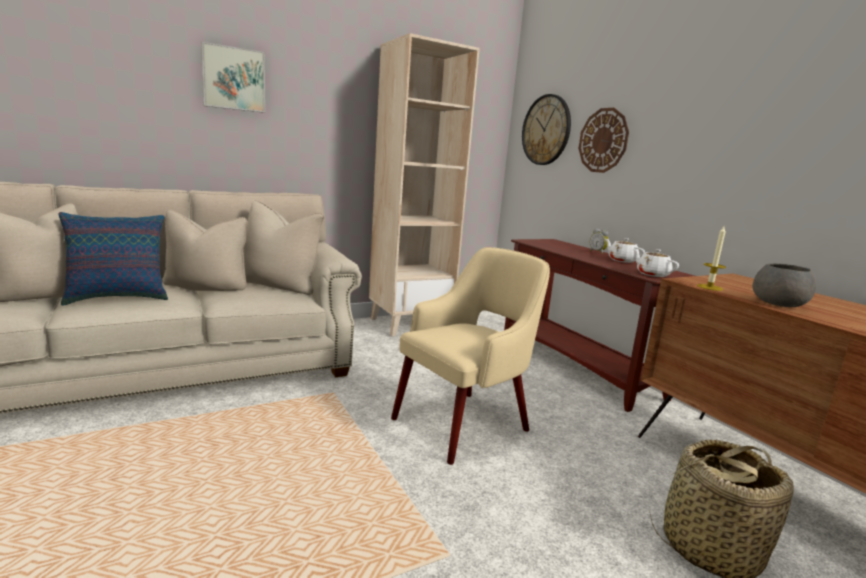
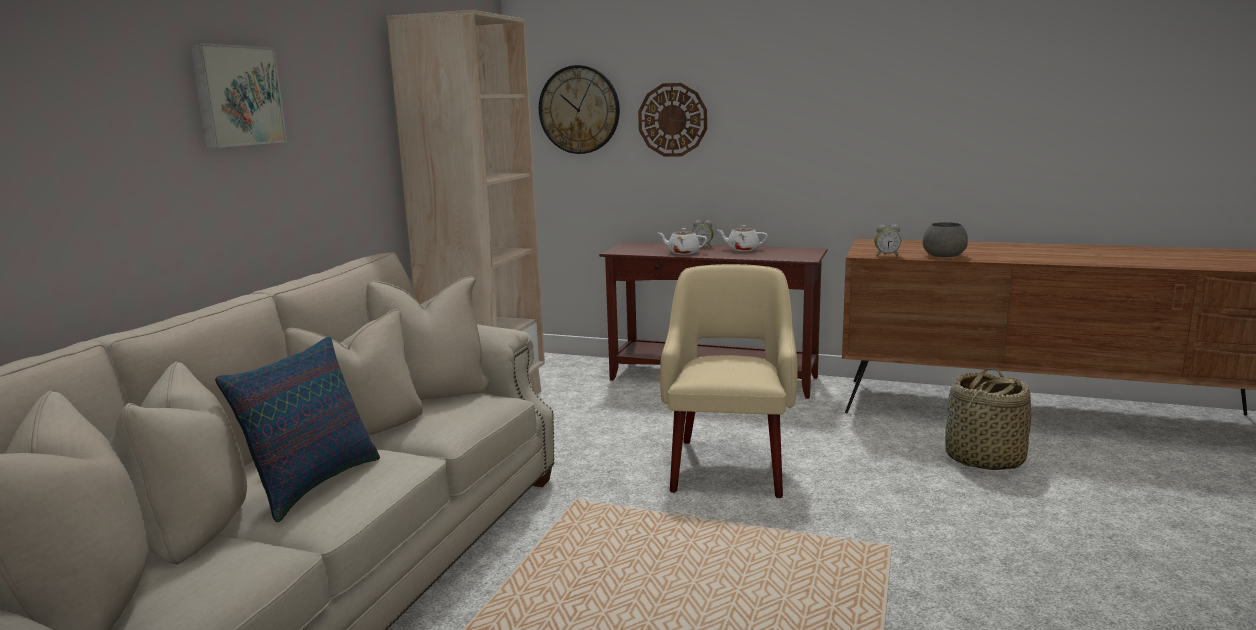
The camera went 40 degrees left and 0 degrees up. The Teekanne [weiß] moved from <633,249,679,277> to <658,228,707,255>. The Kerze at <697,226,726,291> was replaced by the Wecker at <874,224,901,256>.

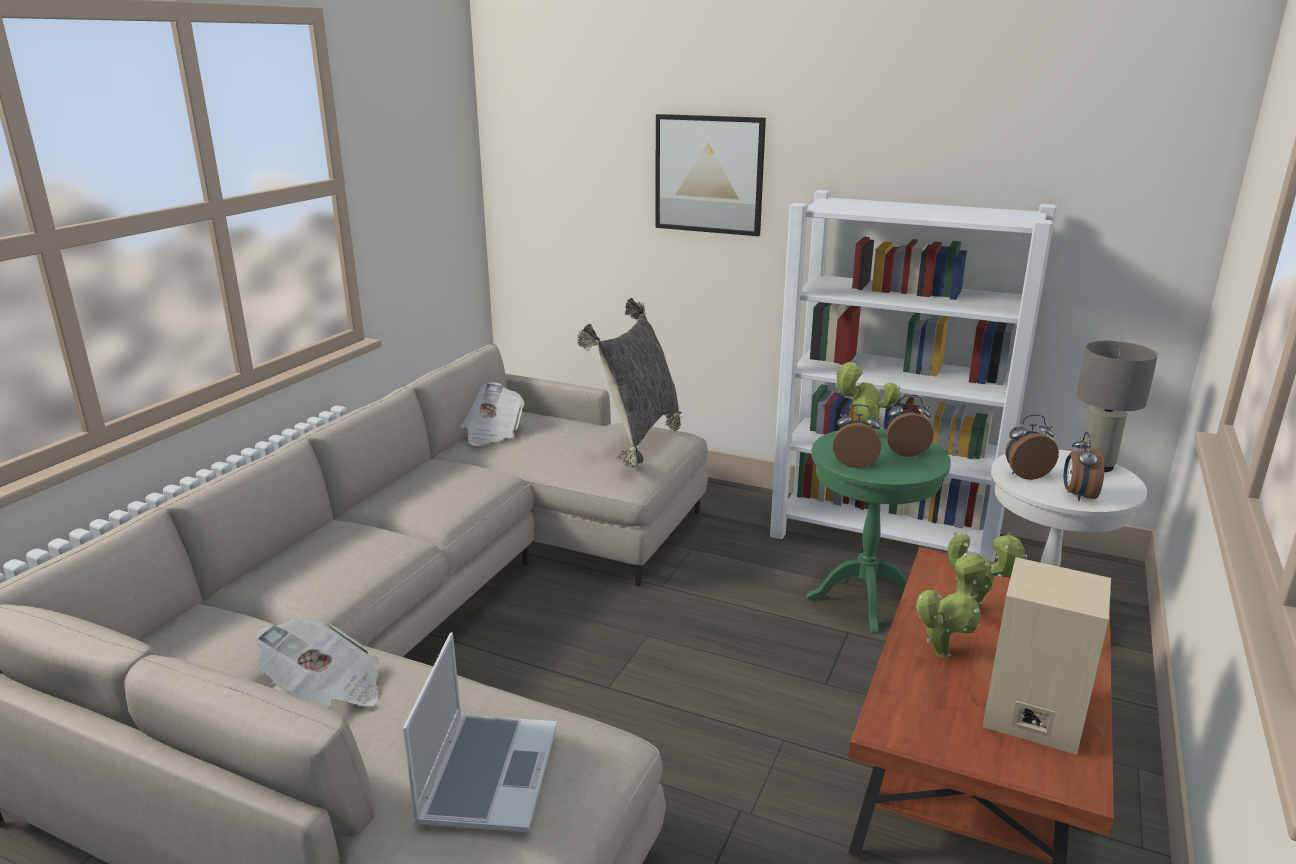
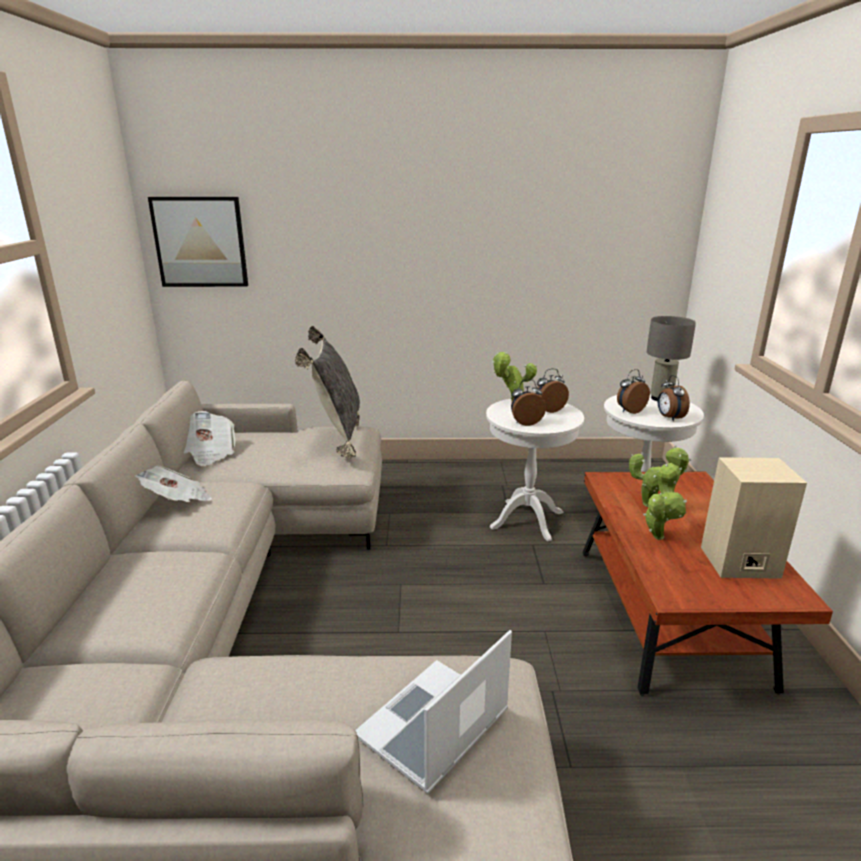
The camera went 25 degrees left and 0 degrees up. The Bücherregal [weiß] at <770,190,1057,562> disappeared. The Zeitung moved from <256,618,379,707> to <135,465,213,502>. The Bild moved from <655,114,766,236> to <148,197,248,287>. The Beistelltisch [grün] at <806,428,951,634> became the Beistelltisch [weiß] at <486,399,584,541>. The Laptop at <403,632,557,832> turned 120 degrees counterclockwise.

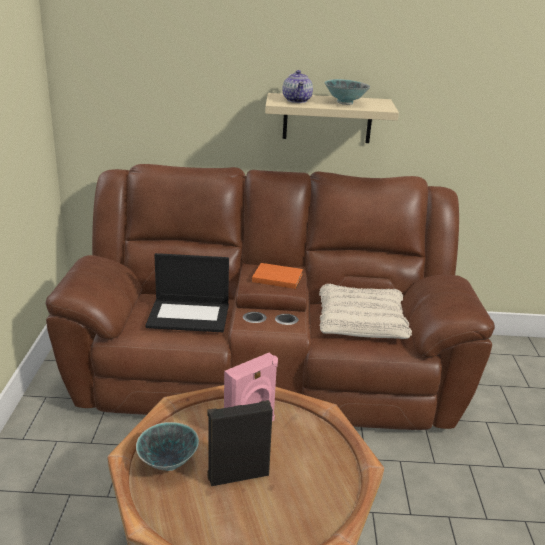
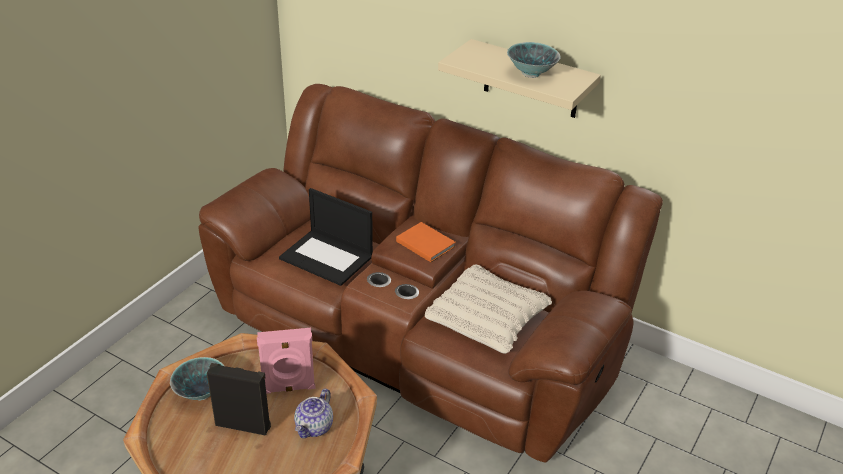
The camera went 30 degrees right and 10 degrees up. The Teekanne moved from <283,70,313,103> to <294,389,333,438>.

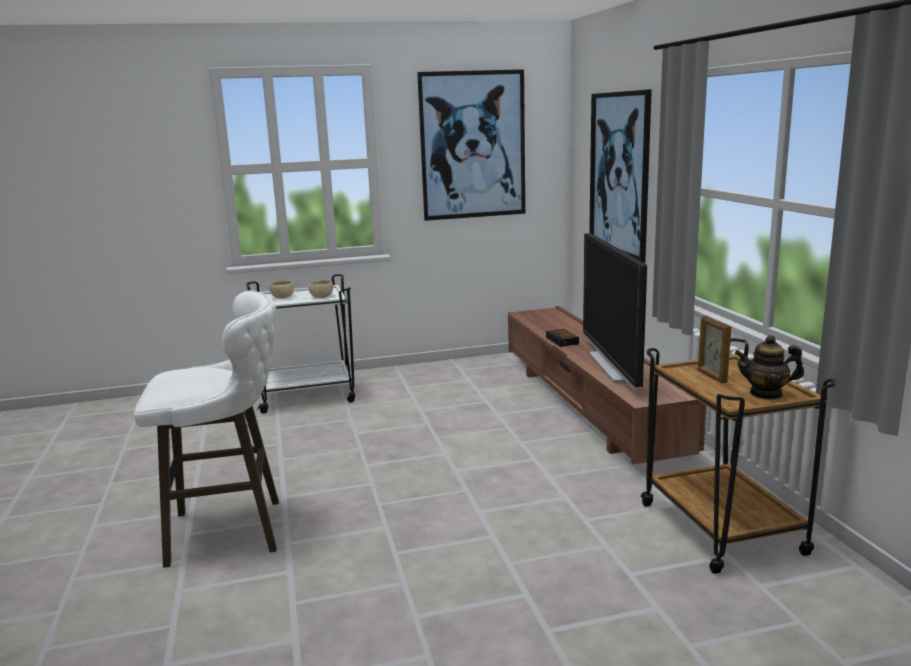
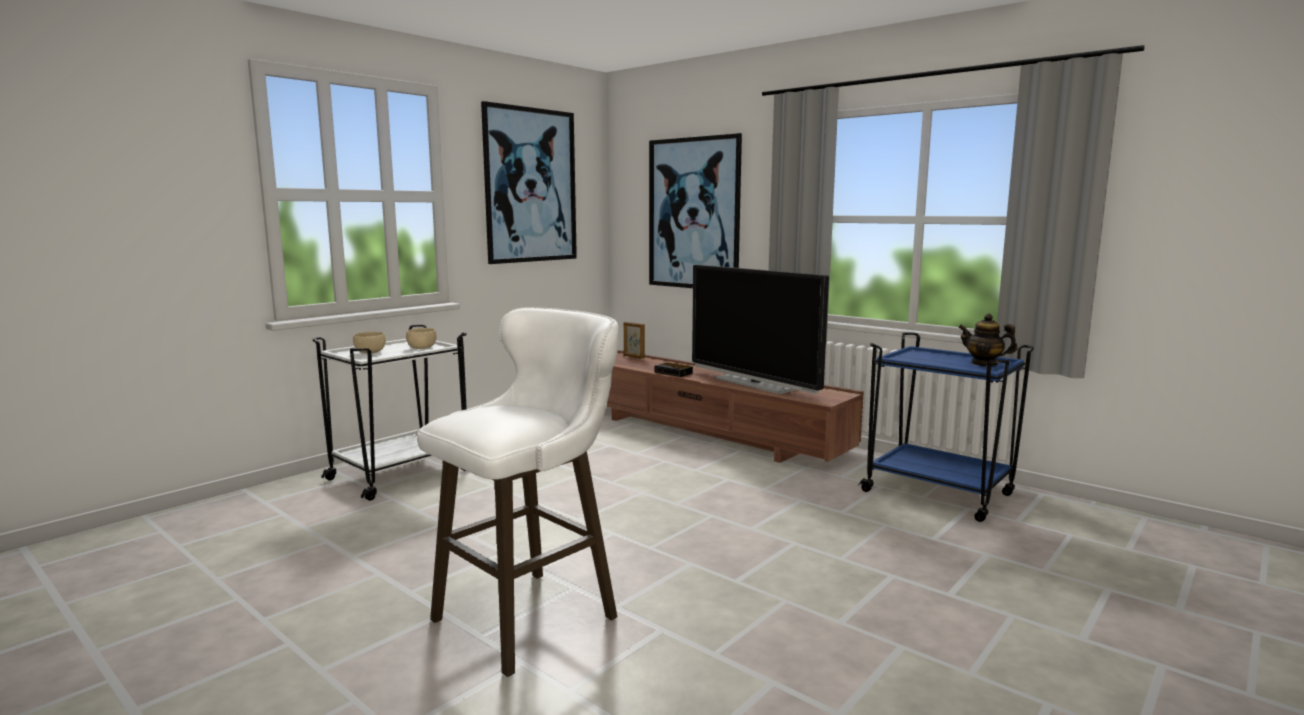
The camera went 35 degrees left and 5 degrees down. The Bilderrahmen moved from <698,316,731,383> to <624,322,645,359>. The Rollwagen [braun] at <641,338,836,574> became the Rollwagen [blau] at <858,333,1034,522>. The Teekanne at <735,335,804,400> turned 60 degrees clockwise.

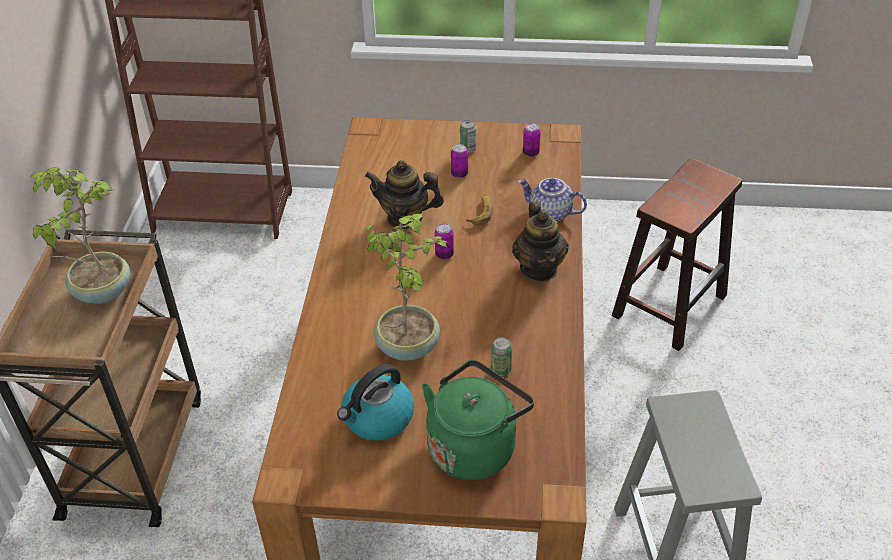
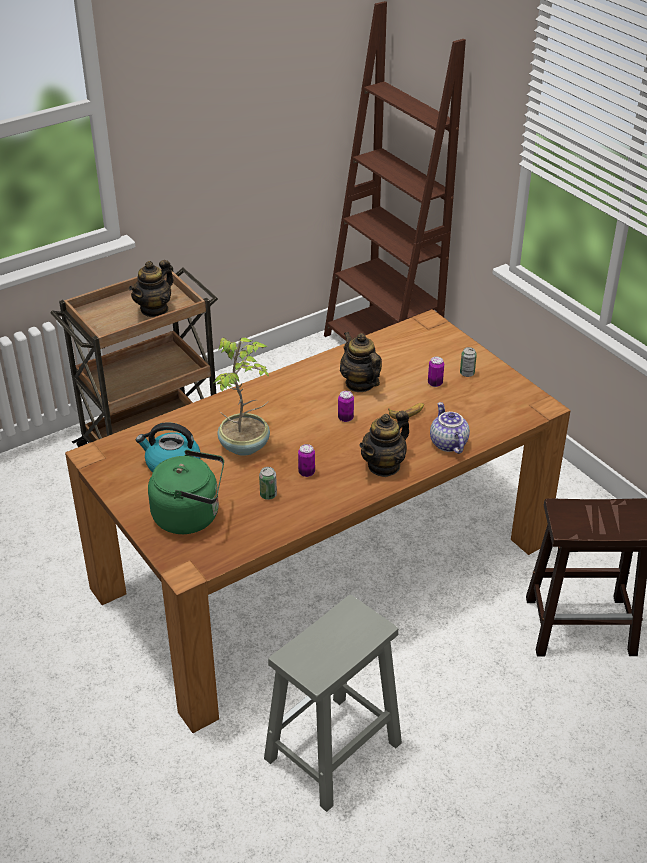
The camera went 50 degrees right and 5 degrees down. The Dose moved from <523,123,541,157> to <298,444,315,477>. The Topfpflanze at <30,167,130,304> was replaced by the Teekanne at <129,260,174,317>.

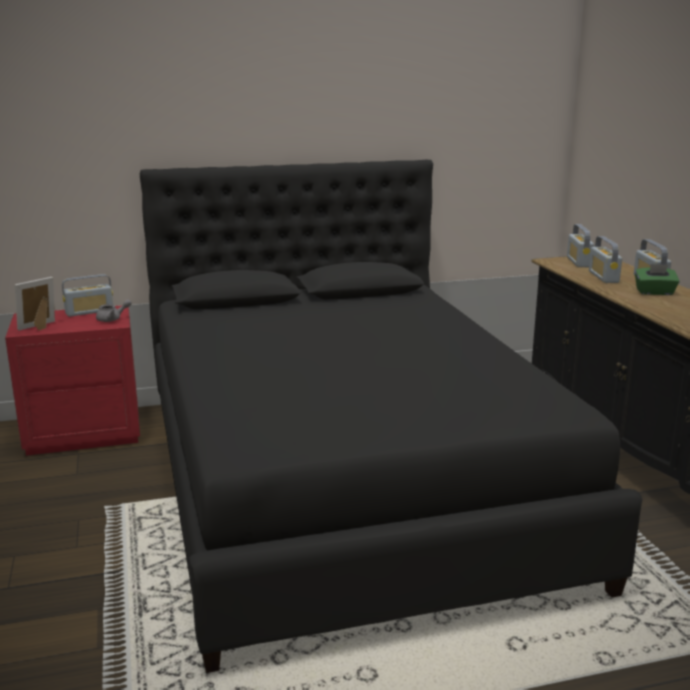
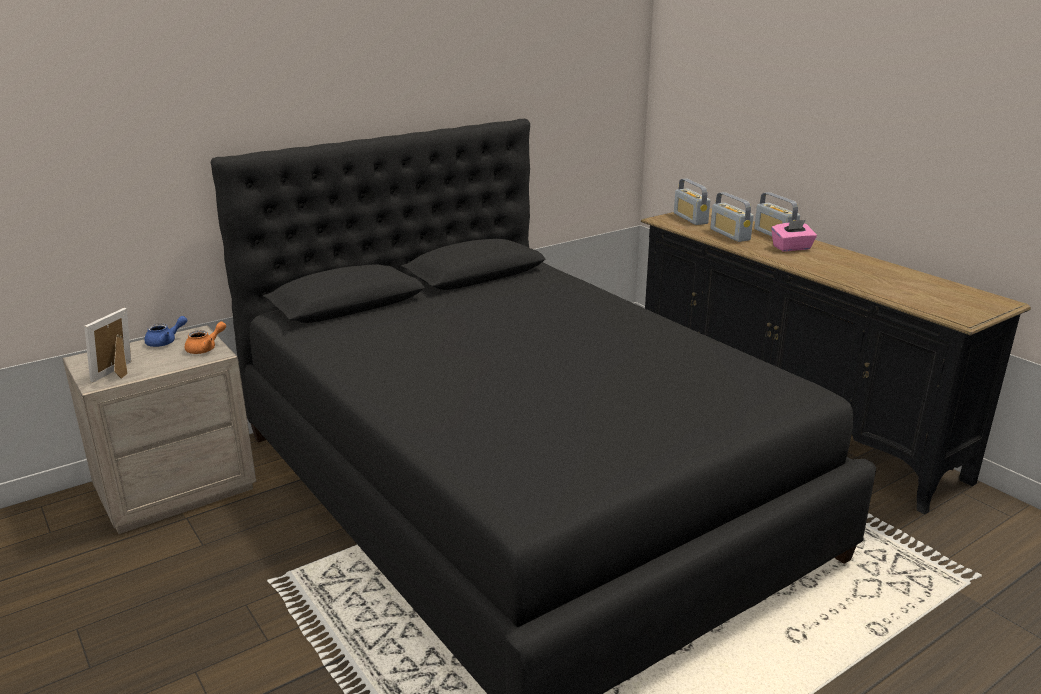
The camera went 20 degrees left and 5 degrees up. The Radio at <62,274,113,317> was replaced by the Teekanne [blau] at <144,316,187,347>. The Nachttisch [rot] at <5,305,140,456> became the Nachttisch [beige] at <62,325,256,534>. The Teekanne [grau] at <96,299,132,322> became the Teekanne [orange] at <185,321,226,354>. The Taschentuchbox [grün] at <635,264,680,295> became the Taschentuchbox [rosa] at <771,220,817,251>.

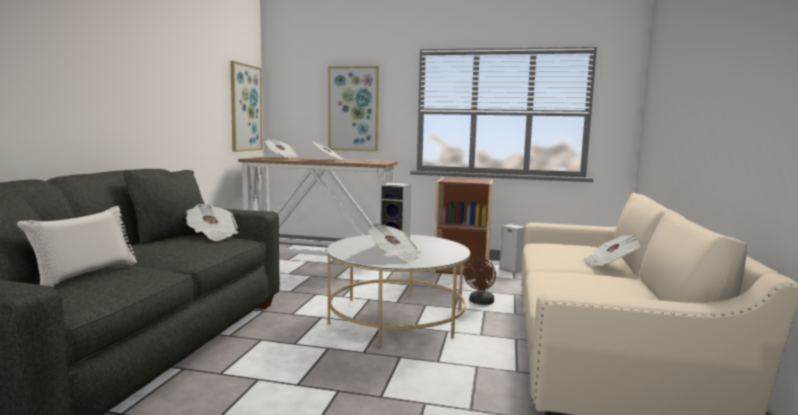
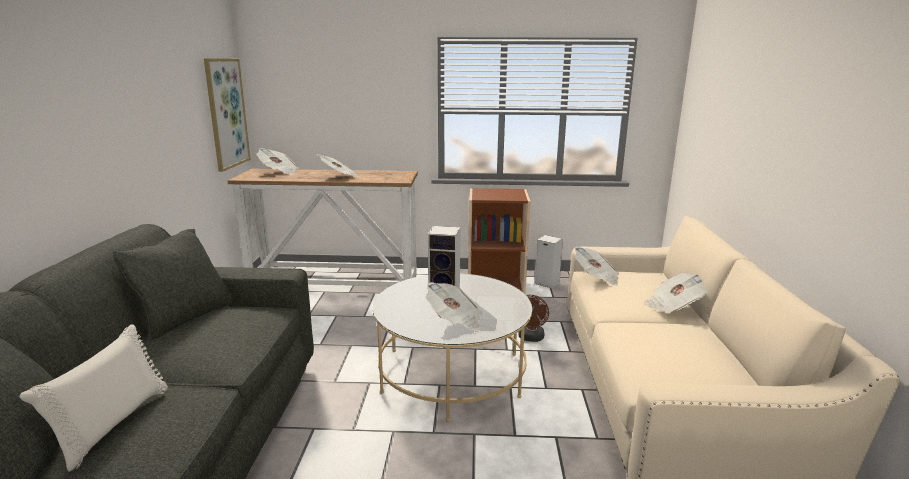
The camera went 10 degrees left and 10 degrees up. The Bild at <328,66,379,151> disappeared. The Zeitung moved from <186,204,239,241> to <575,247,619,286>.

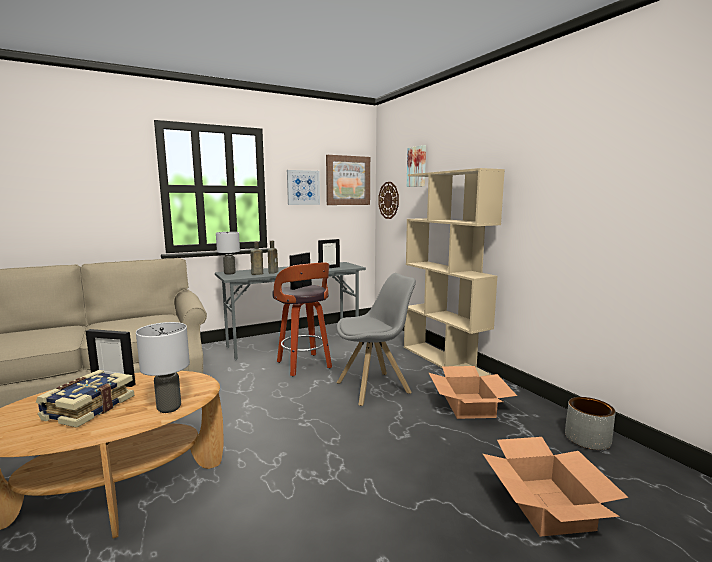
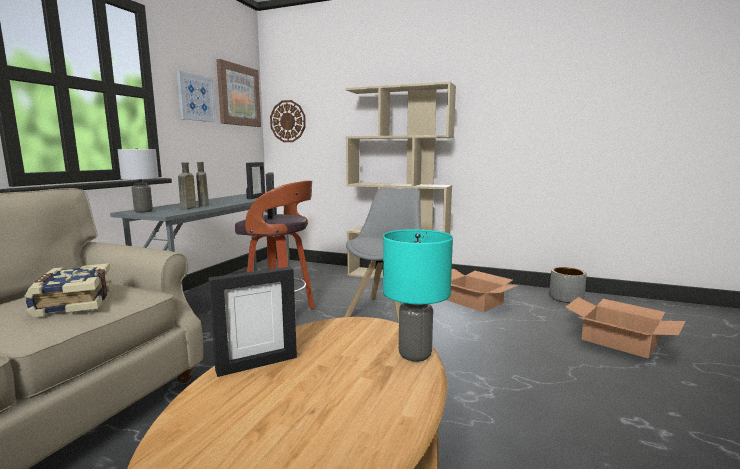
The camera went 40 degrees left and 0 degrees up. The Bild at <407,145,426,187> disappeared. The Buch moved from <36,370,134,428> to <24,263,112,317>. The Tischlampe [weiß] at <136,322,190,413> became the Tischlampe [türkis] at <383,229,453,362>.

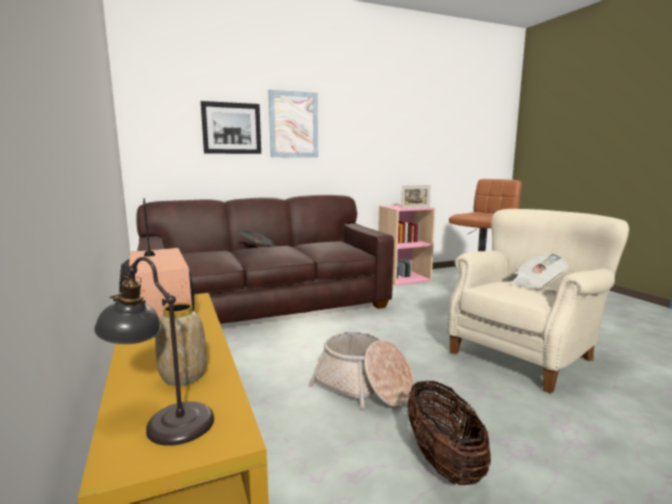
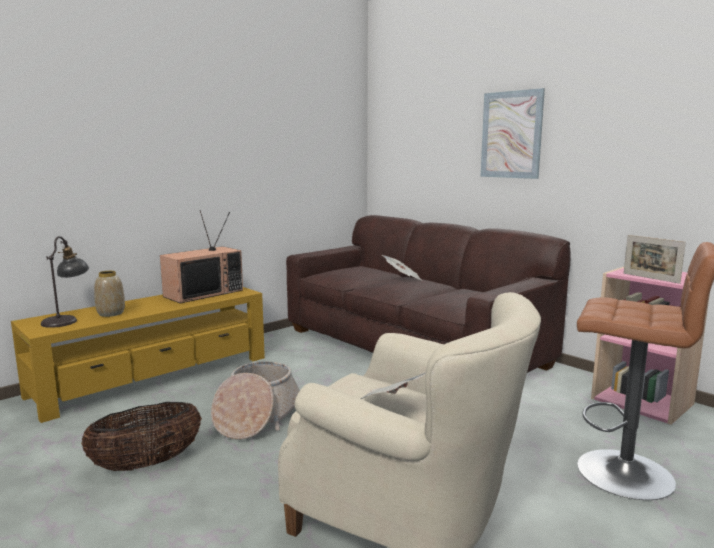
The camera went 70 degrees right and 0 degrees up. The Bild at <201,101,261,154> disappeared.

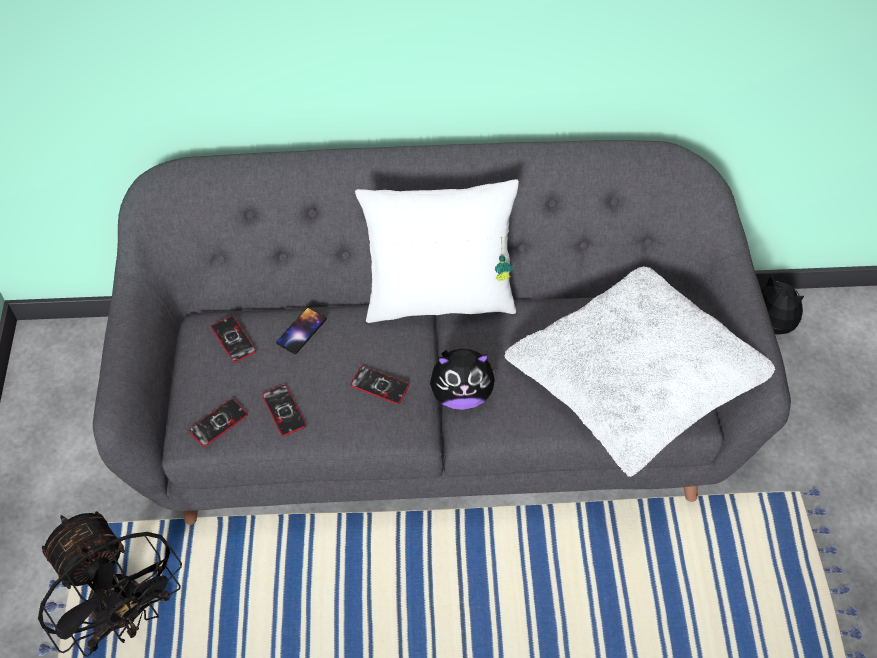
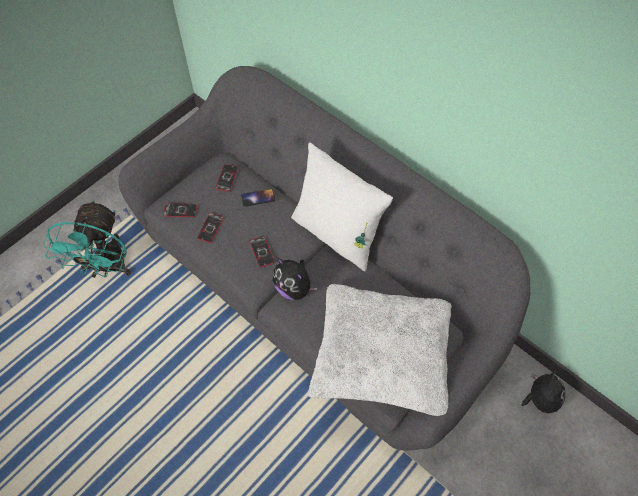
The camera went 45 degrees right and 5 degrees up. The Ventilator [schwarz] at <38,511,182,657> became the Ventilator [türkis] at <43,200,131,278>.

